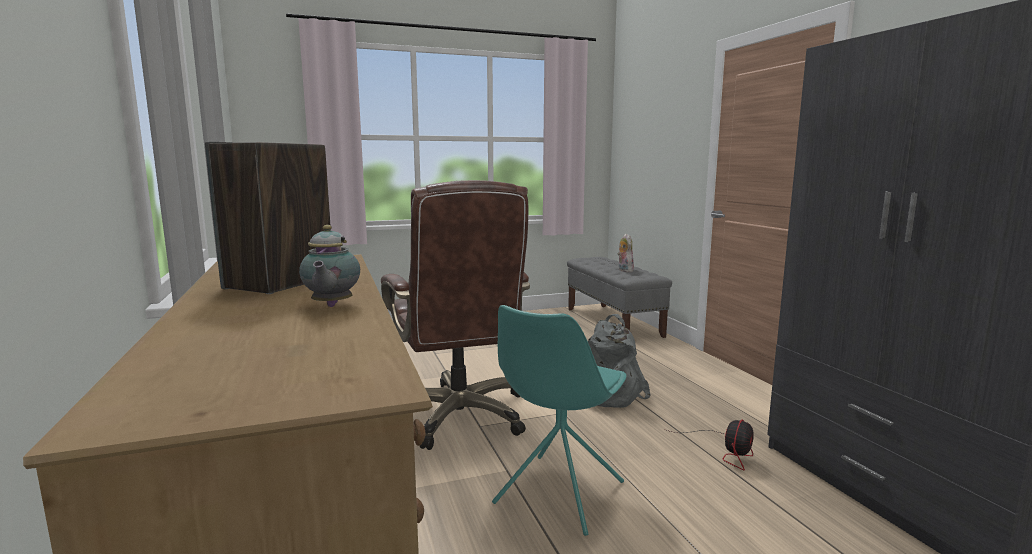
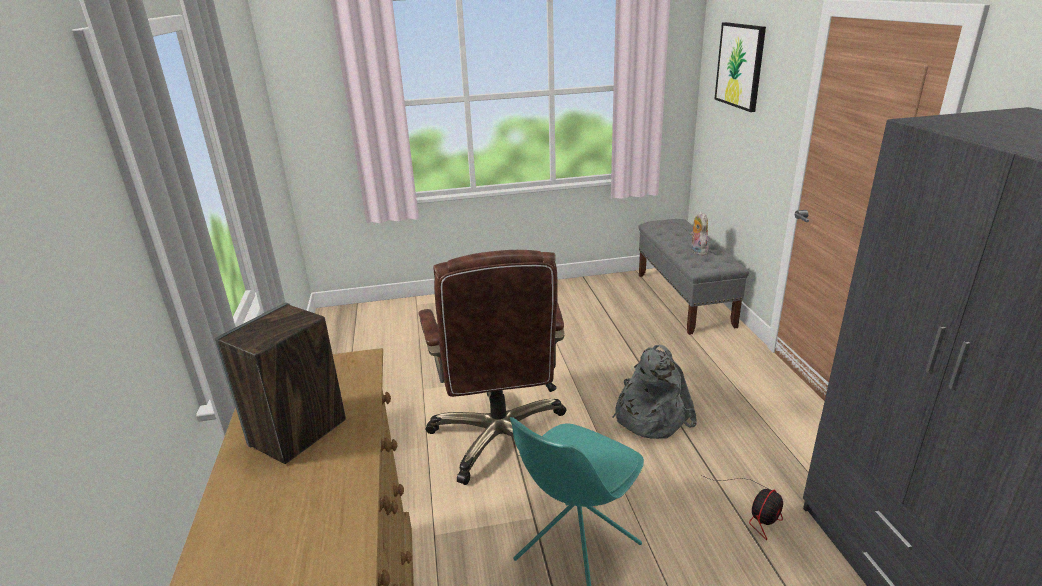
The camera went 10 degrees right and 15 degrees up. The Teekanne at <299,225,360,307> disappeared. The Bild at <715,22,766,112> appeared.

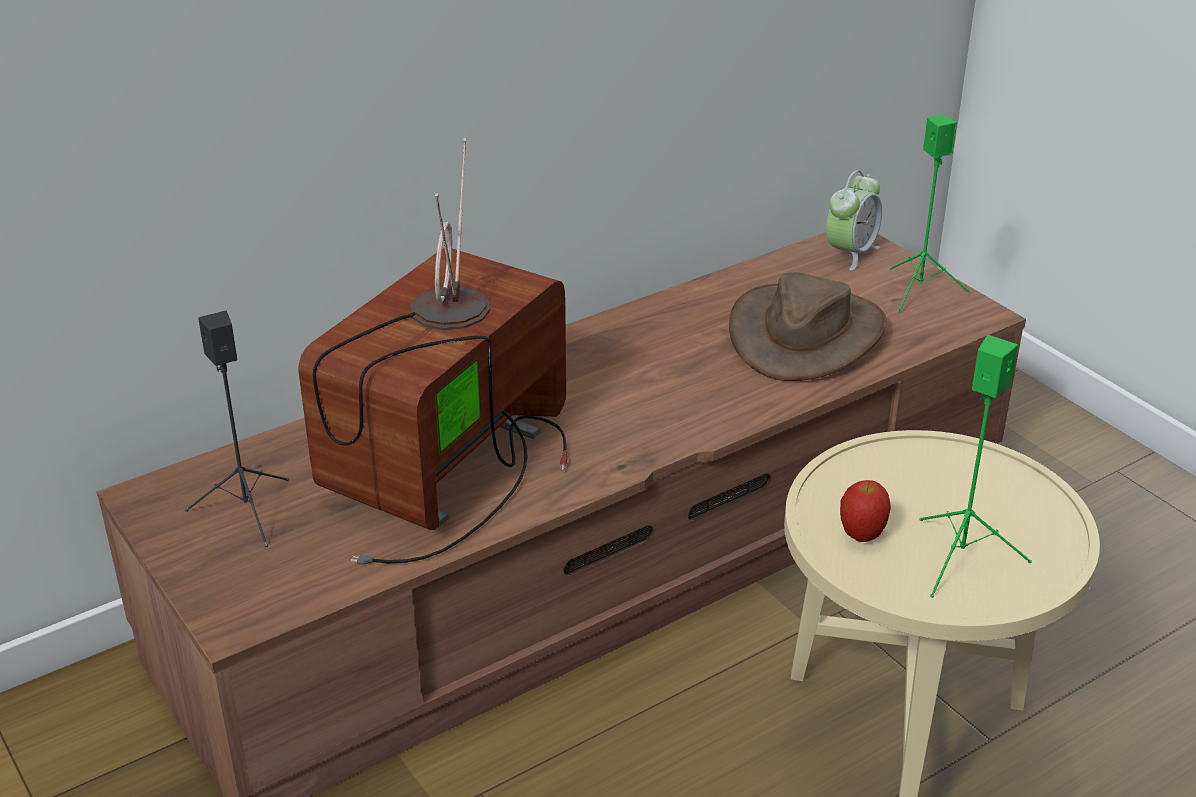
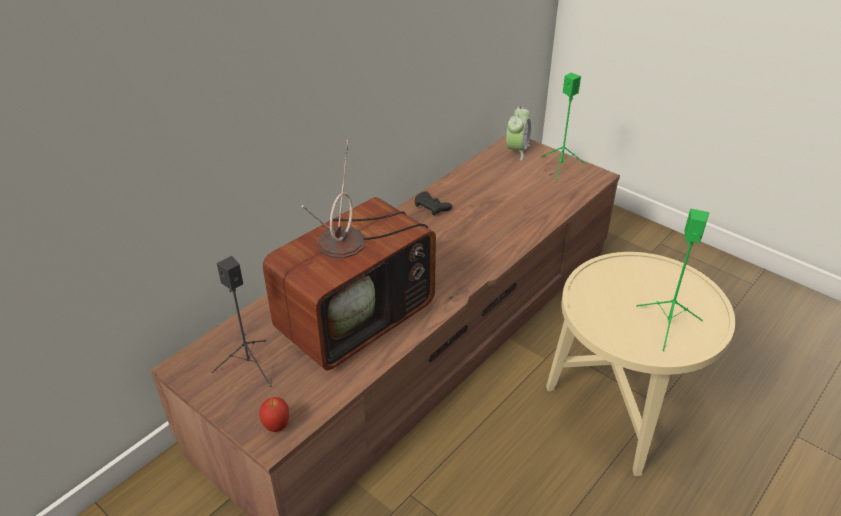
The camera went 15 degrees left and 5 degrees up. The Hut [braun] at <729,272,887,381> disappeared. The Gamepad [schwarz] at <415,192,452,216> appeared. The Apfel moved from <840,480,891,542> to <259,397,289,432>. The Fernseher at <299,137,567,565> turned 150 degrees counterclockwise.

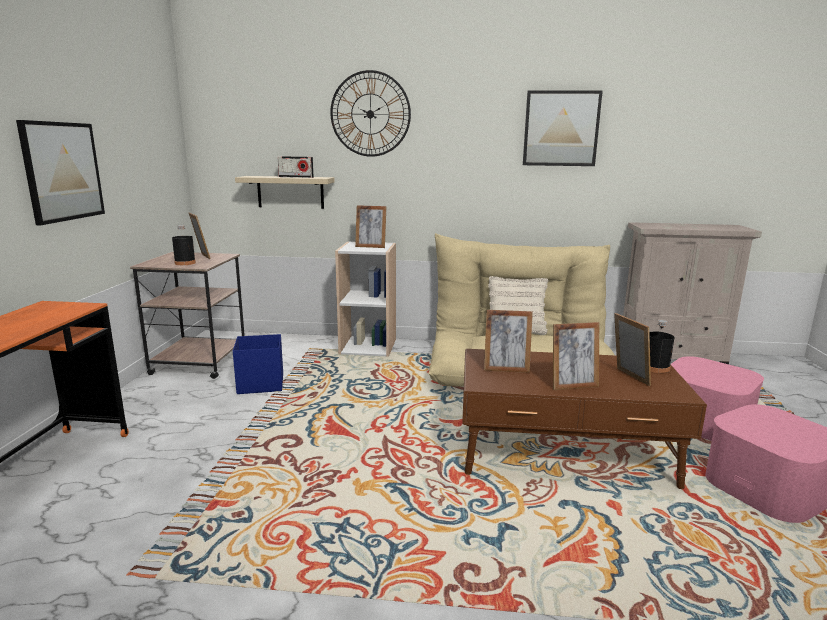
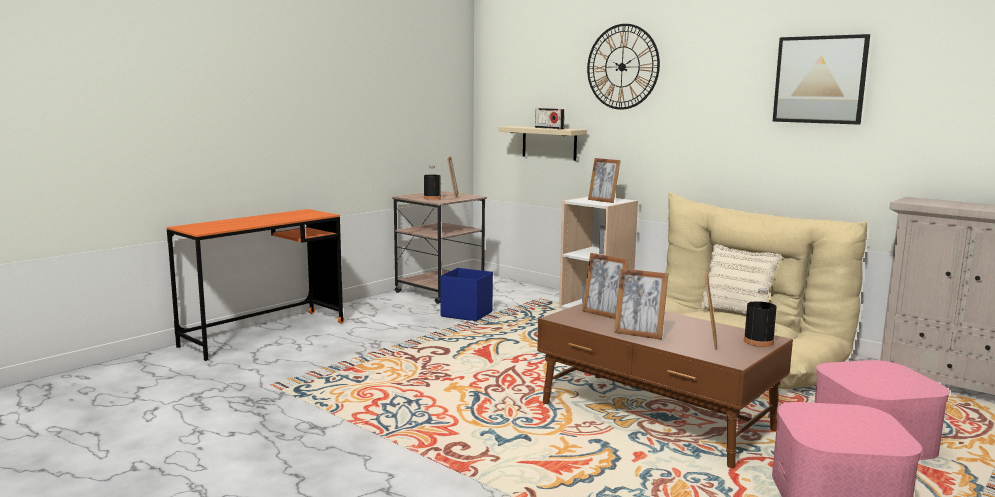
The camera went 35 degrees right and 5 degrees down. The Bild at <16,120,105,225> disappeared.

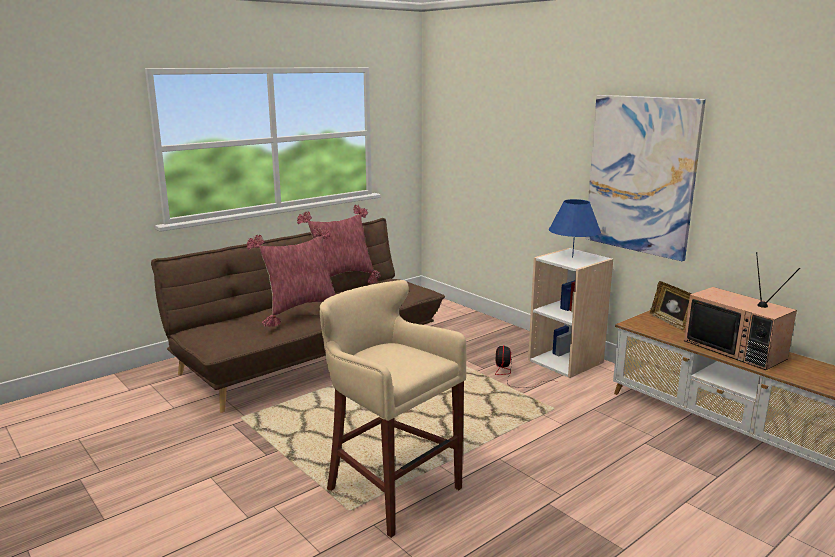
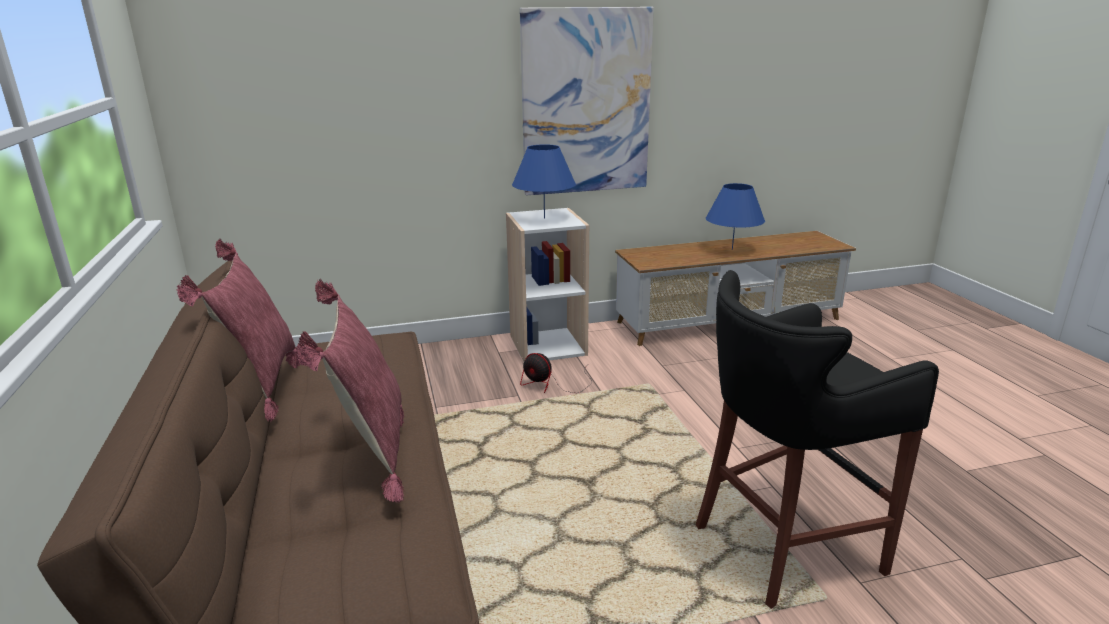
The camera went 65 degrees left and 5 degrees up. The Bilderrahmen at <650,281,691,330> disappeared. The Fernseher at <684,252,800,370> was replaced by the Tischlampe [blau] at <706,183,765,250>. The Hocker [beige] at <319,280,466,538> became the Hocker [schwarz] at <696,270,939,609>.

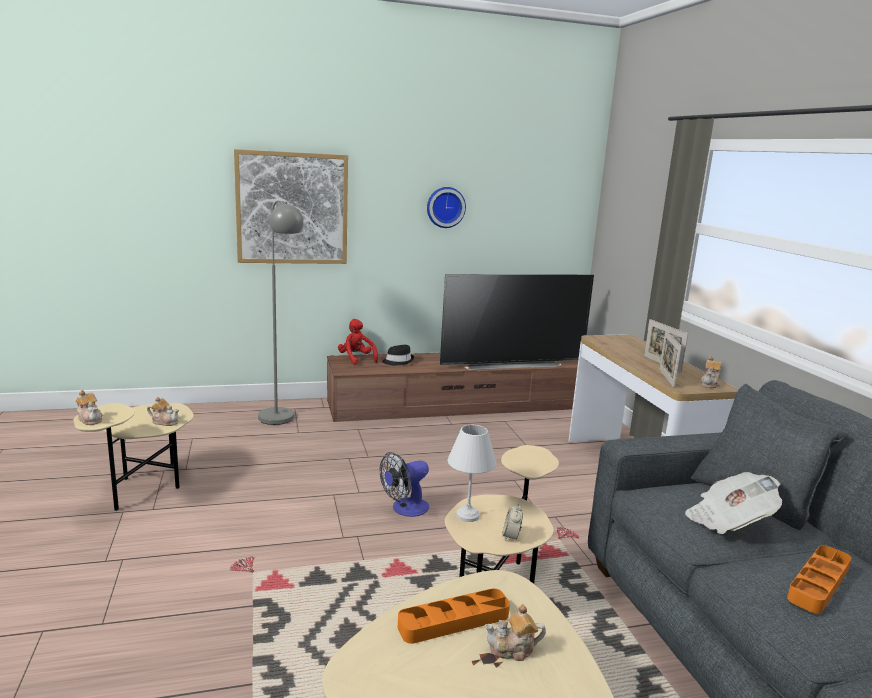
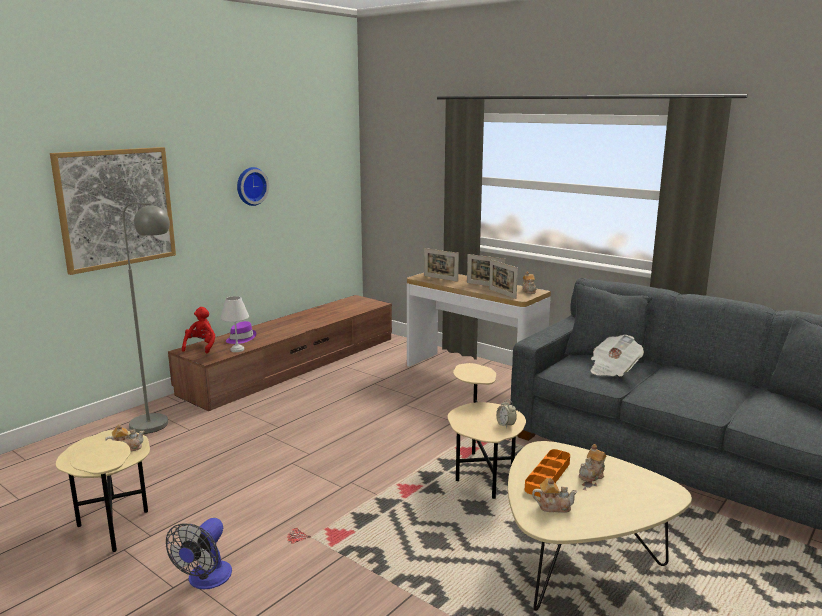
The camera went 35 degrees left and 0 degrees up. The Fernseher at <440,274,594,370> disappeared. The Tablett [orange] at <787,545,852,614> disappeared. The Bilderrahmen at <424,248,459,282> appeared. The Teekanne moved from <75,390,103,425> to <532,478,578,513>. The Ventilator moved from <379,452,429,517> to <166,518,232,589>. The Tischlampe [weiß] moved from <447,425,497,522> to <220,296,249,352>. The Hut [schwarz] at <382,345,414,366> became the Hut [lila] at <226,321,256,344>. The Plüschtier [rot] at <338,319,378,365> turned 75 degrees clockwise.

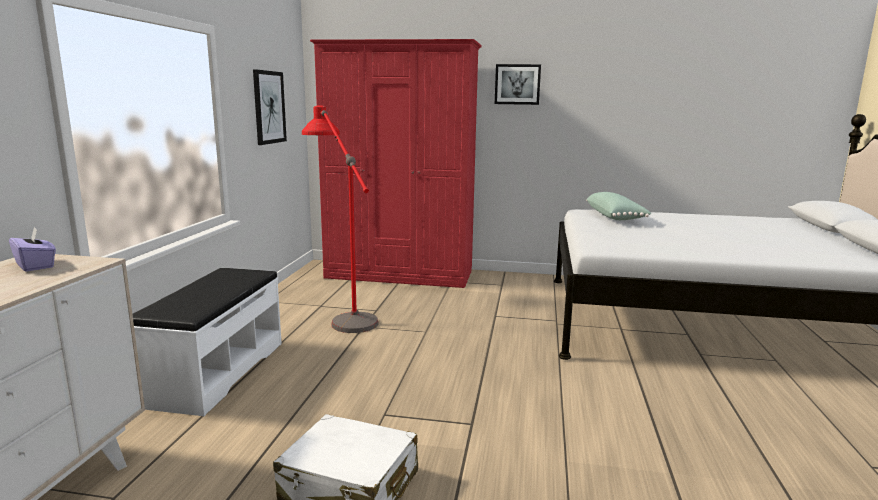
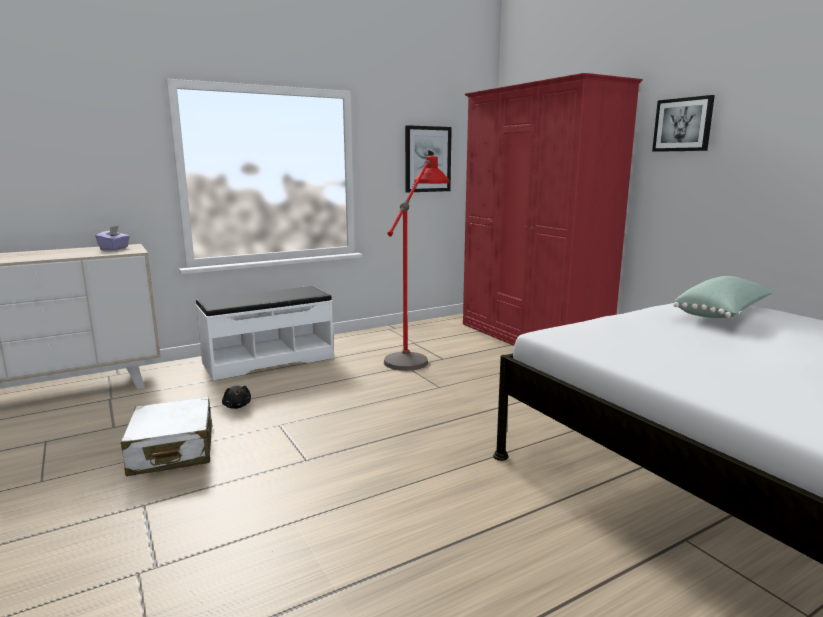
The camera went 50 degrees right and 0 degrees up. The Plüschtier [schwarz] at <222,386,251,409> appeared.

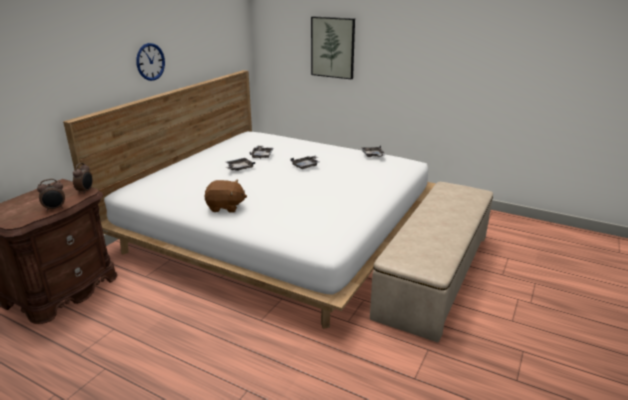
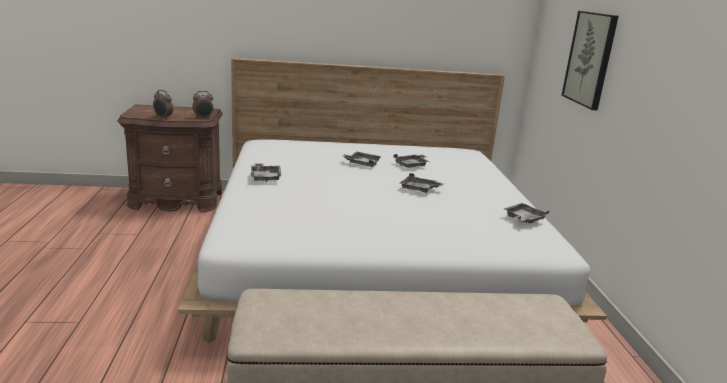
The camera went 55 degrees right and 5 degrees down. The Wanduhr at <136,43,165,81> disappeared. The Plüschtier [braun] at <204,180,247,212> was replaced by the Tablett [grau] at <251,163,281,182>.

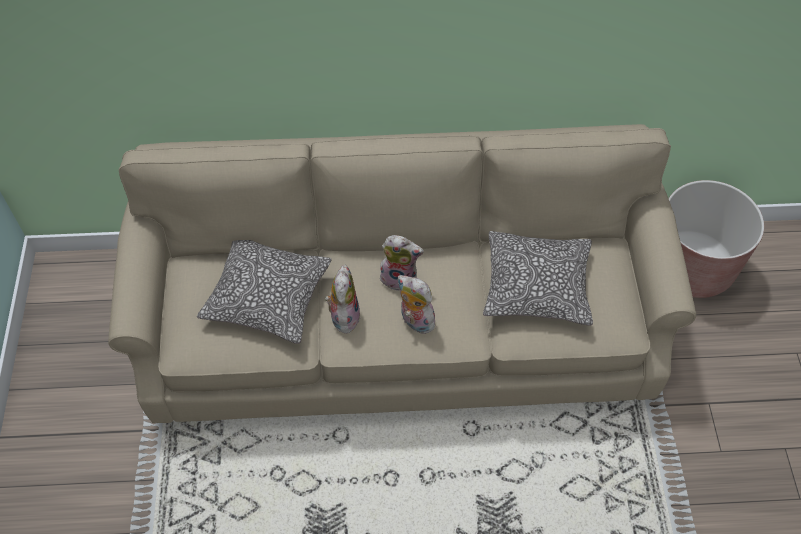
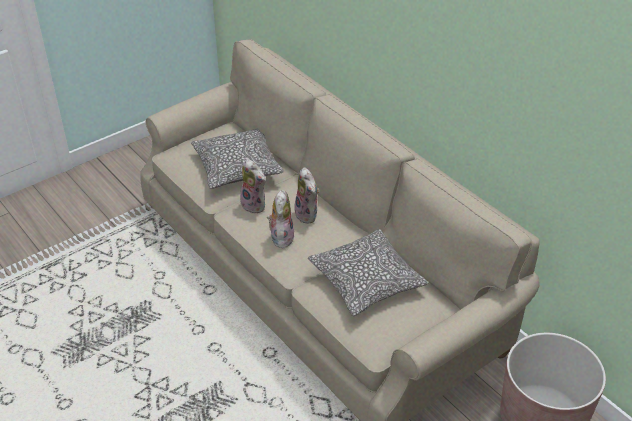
The camera went 55 degrees right and 15 degrees down. The Plüschtier at <325,265,360,333> turned 75 degrees clockwise.

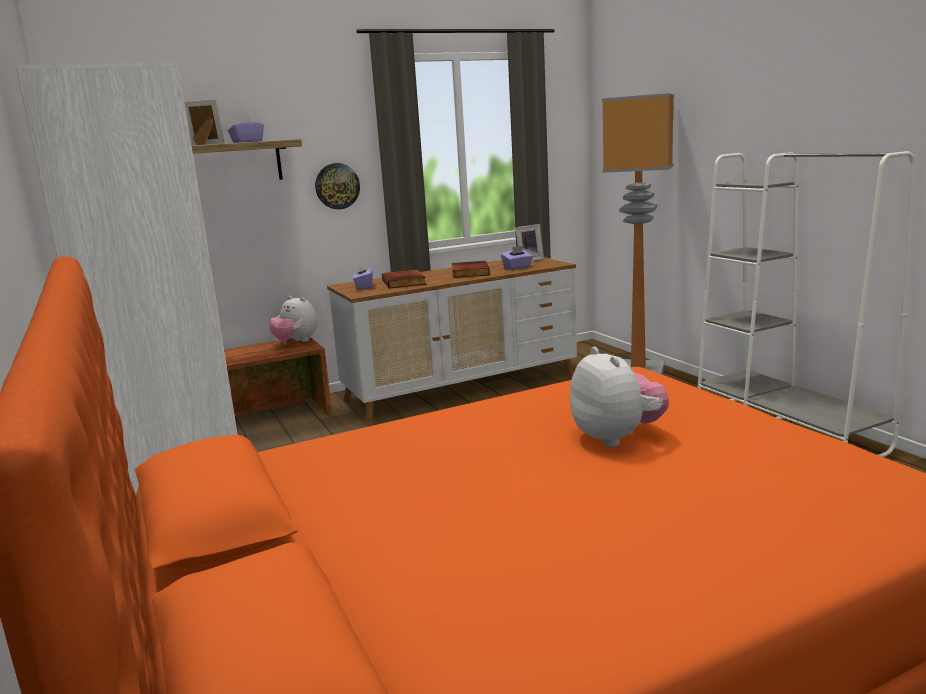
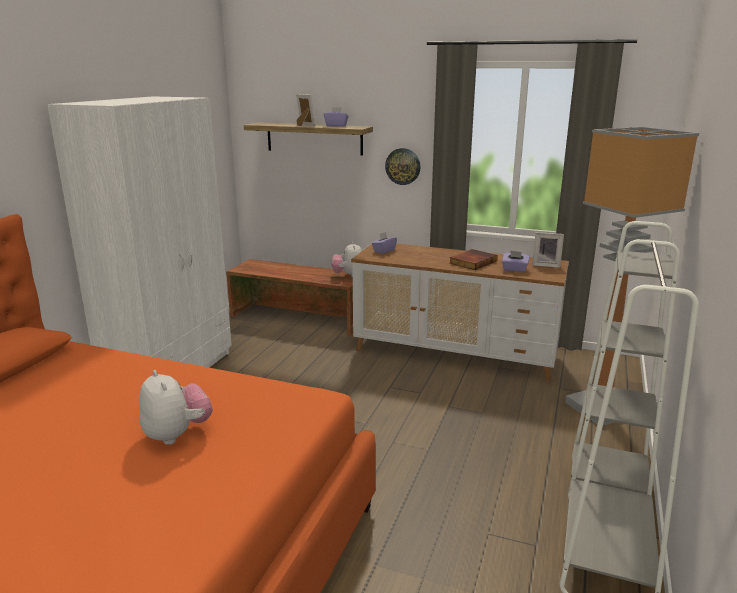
The camera went 45 degrees right and 5 degrees up. The Buch at <382,270,426,288> disappeared. The Plüschtier at <570,347,669,447> turned 60 degrees counterclockwise.

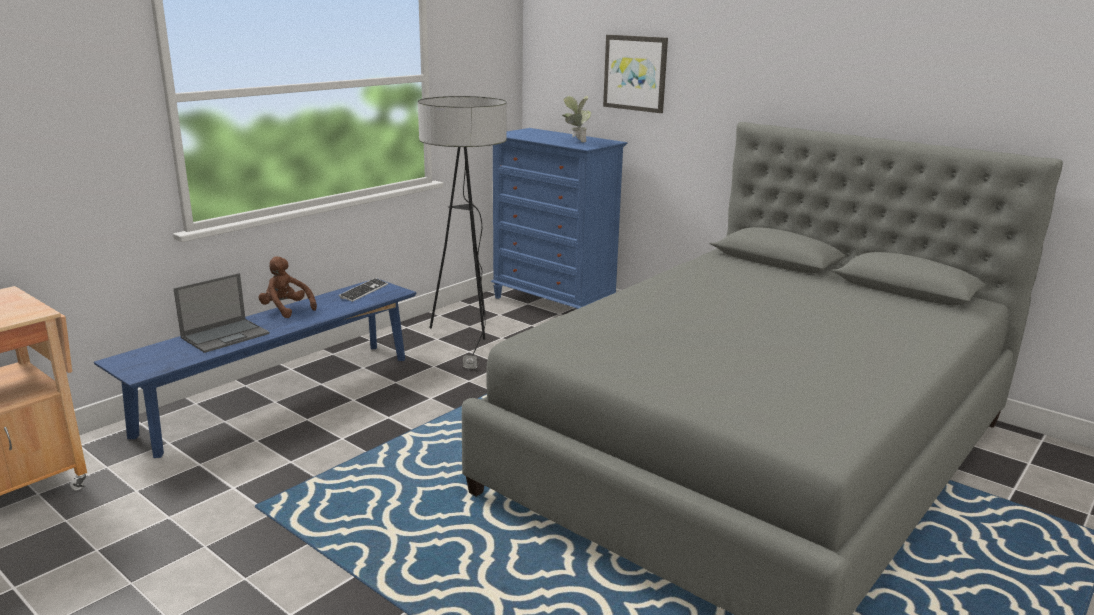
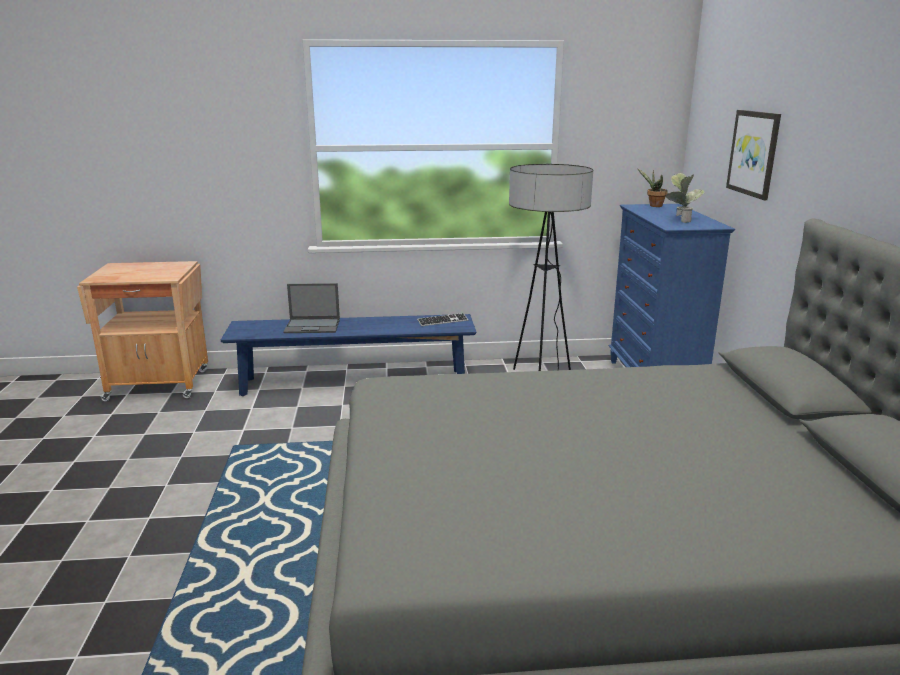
The camera went 45 degrees right and 0 degrees up. The Plüschtier [braun] at <259,256,317,318> disappeared. The Topfpflanze at <638,169,668,207> appeared.

